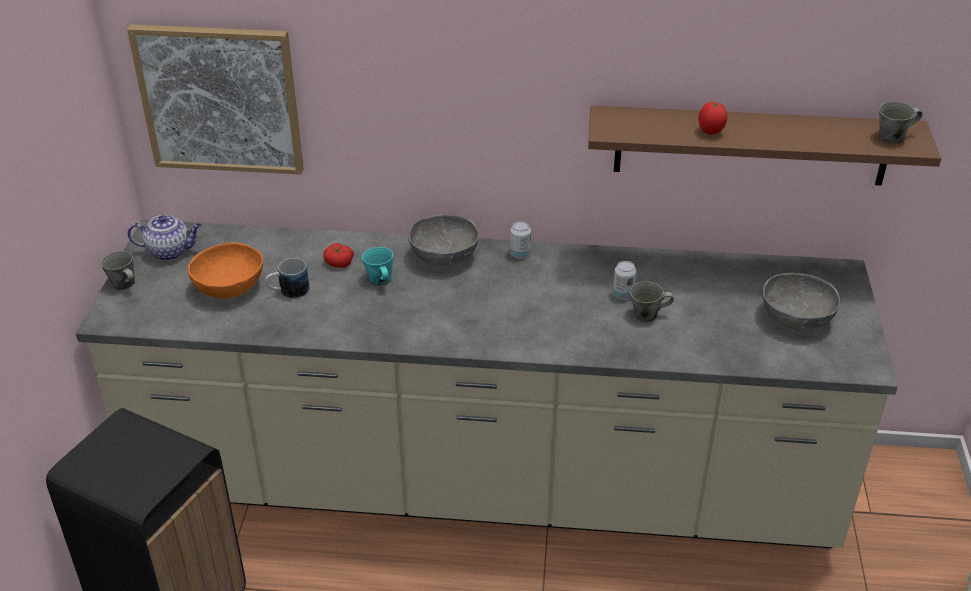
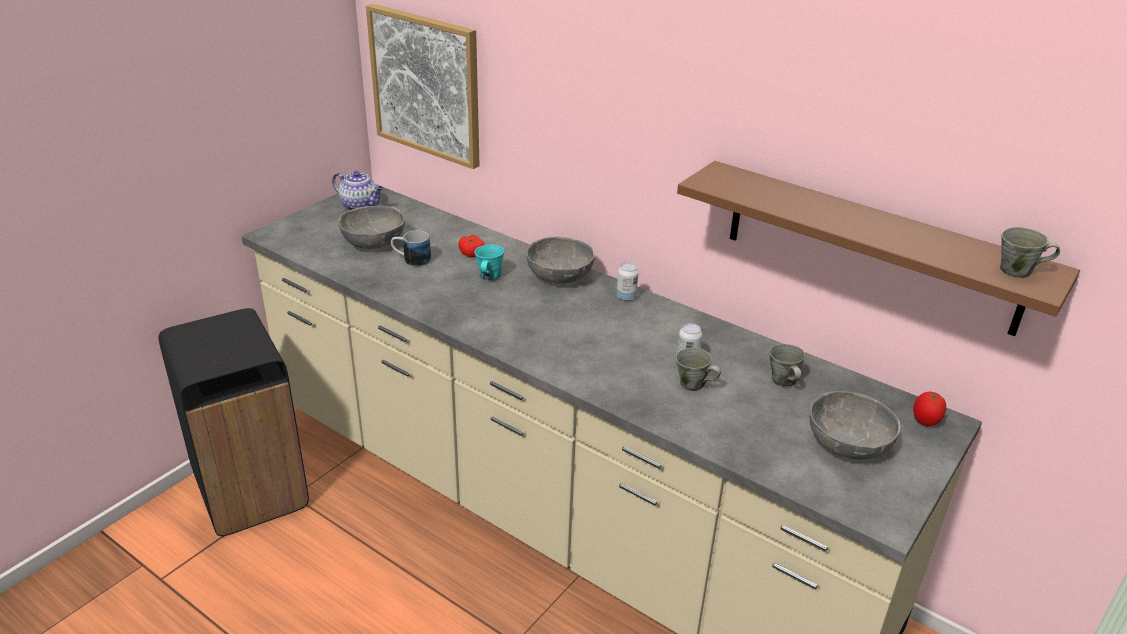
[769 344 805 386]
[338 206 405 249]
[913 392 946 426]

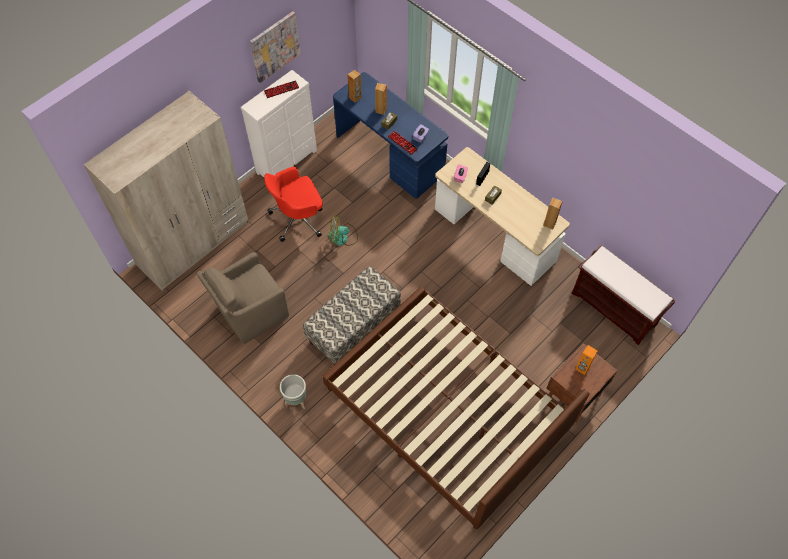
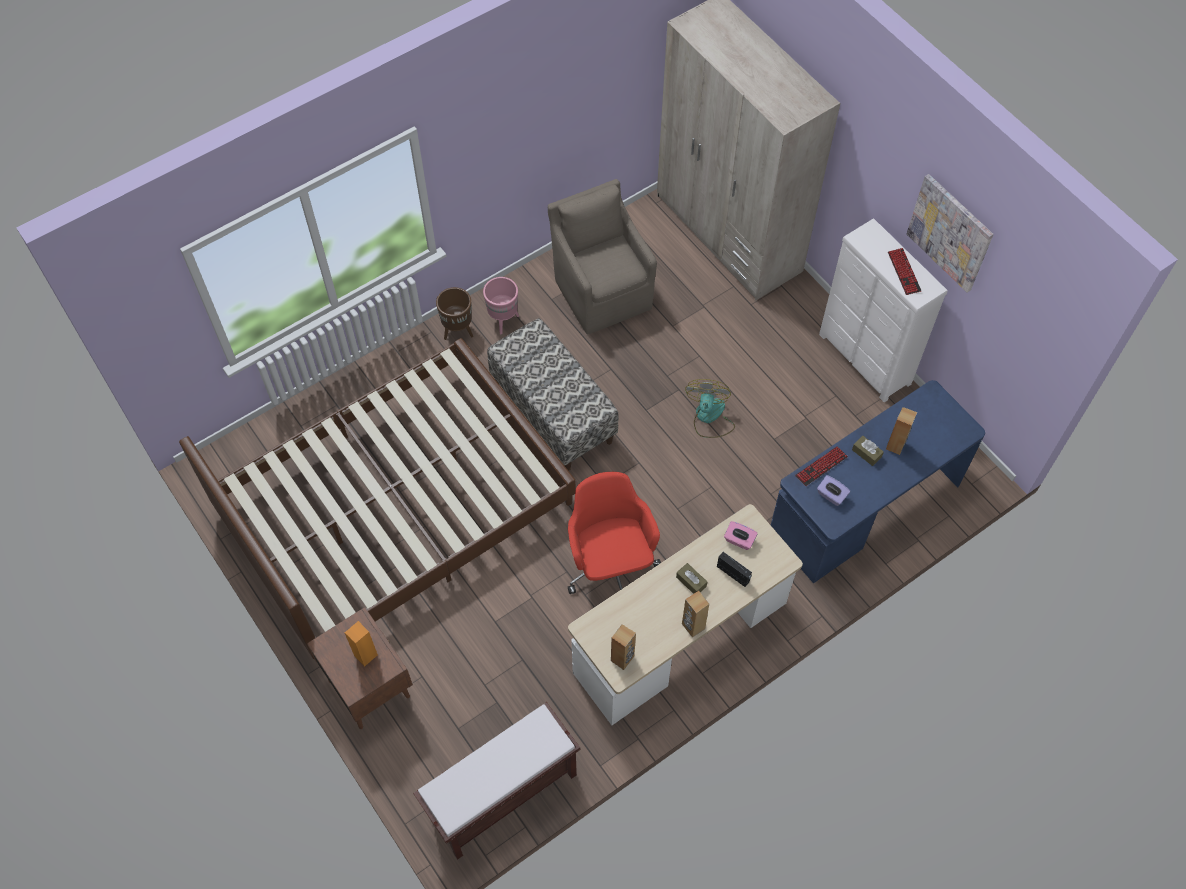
[568 472 661 594]
[436 287 473 340]
[682 591 709 637]
[483 277 519 334]

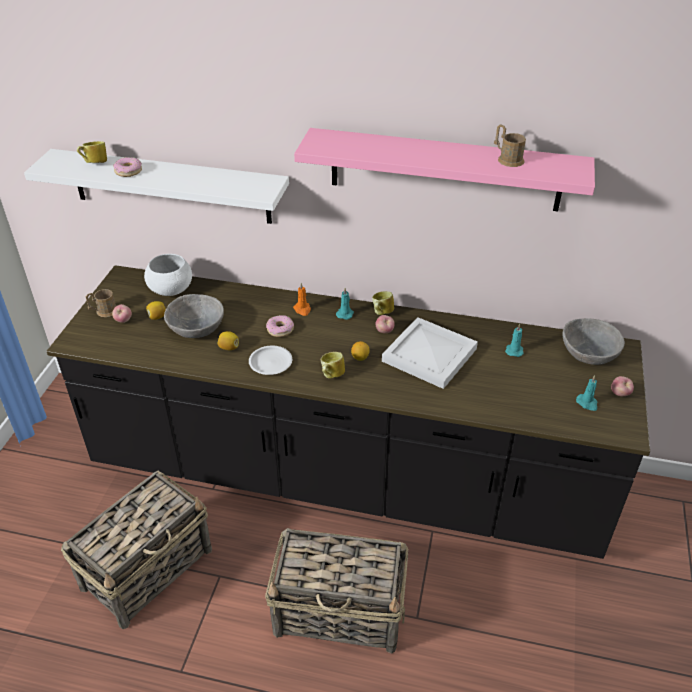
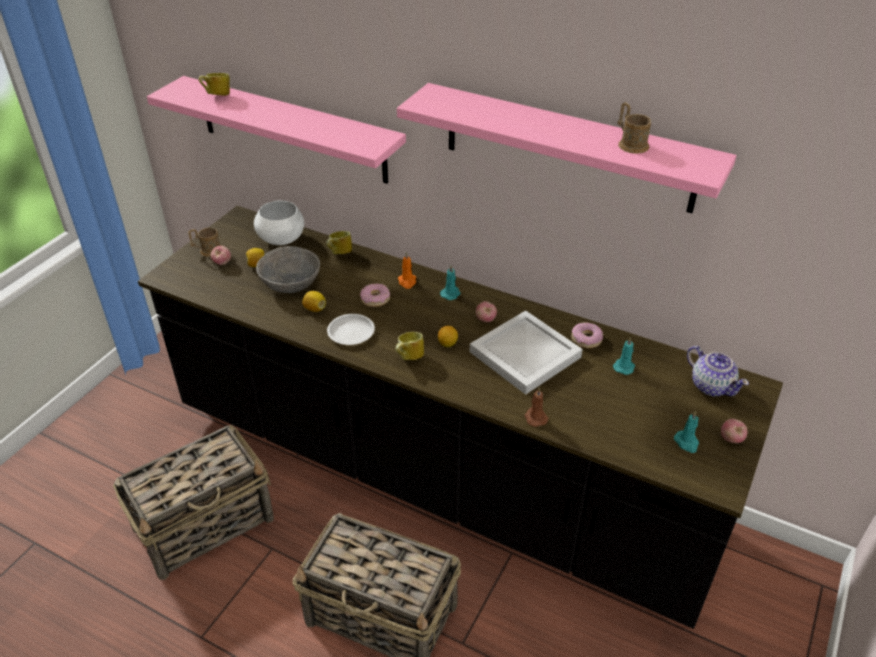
[147 76 406 183]
[571 322 603 348]
[326 231 352 254]
[687 346 749 396]
[525 388 548 427]

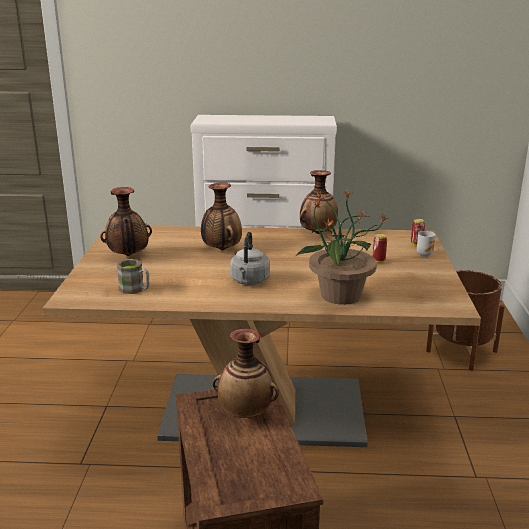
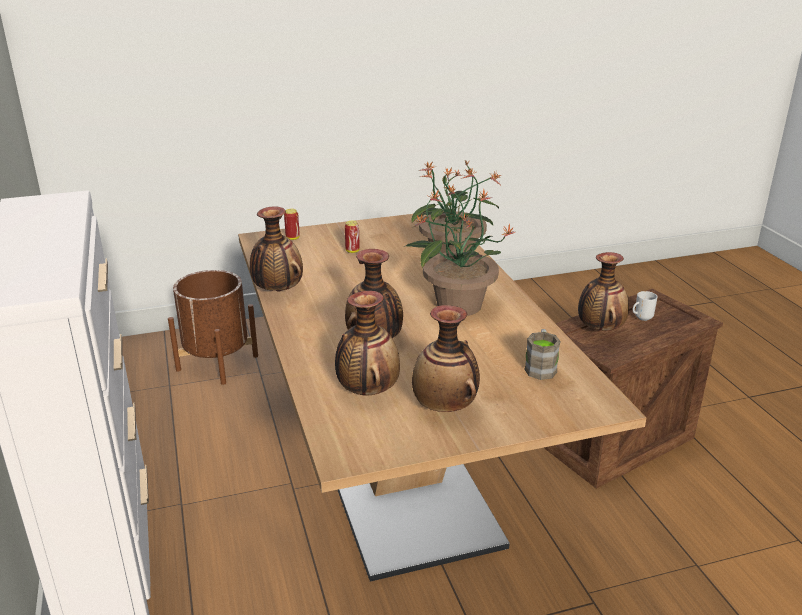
[404 184 515 316]
[633 291 657 321]
[335 291 400 396]

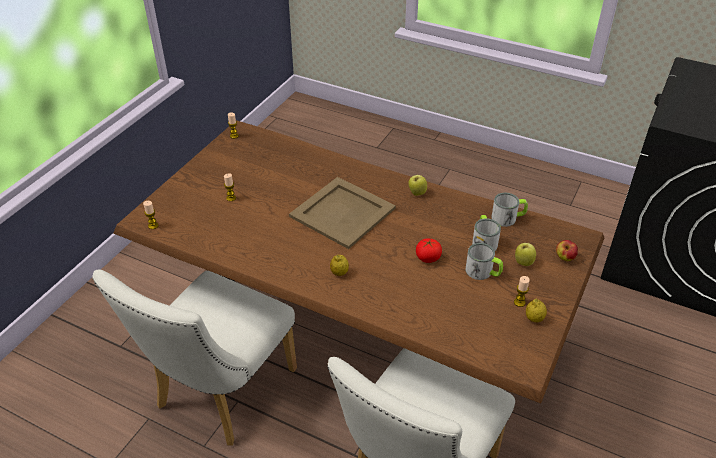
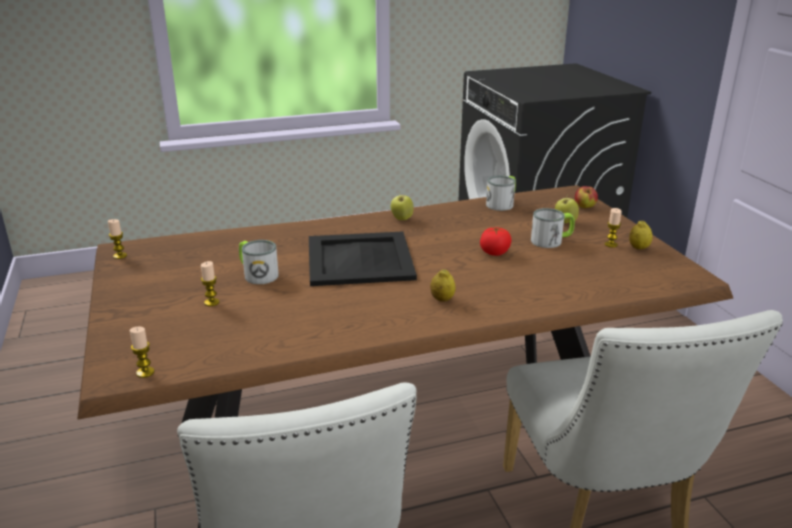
[309 231 417 286]
[239 240 279 284]

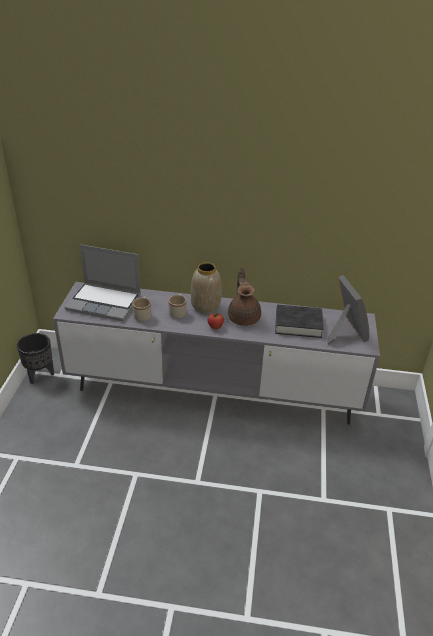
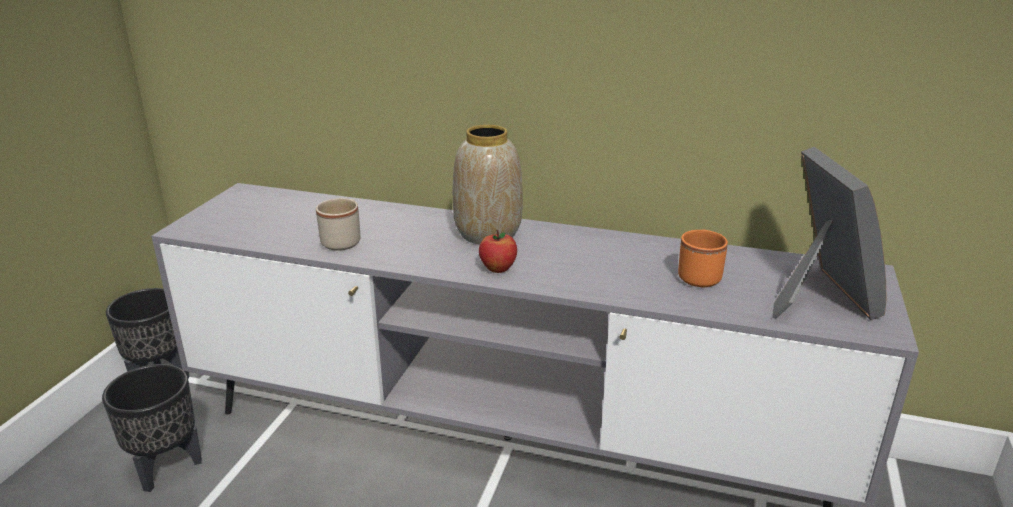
[64 244 141 321] (first image)
[168 294 187 319] (first image)
[228 267 261 326] (first image)
[678 229 728 287]
[102 364 202 492]

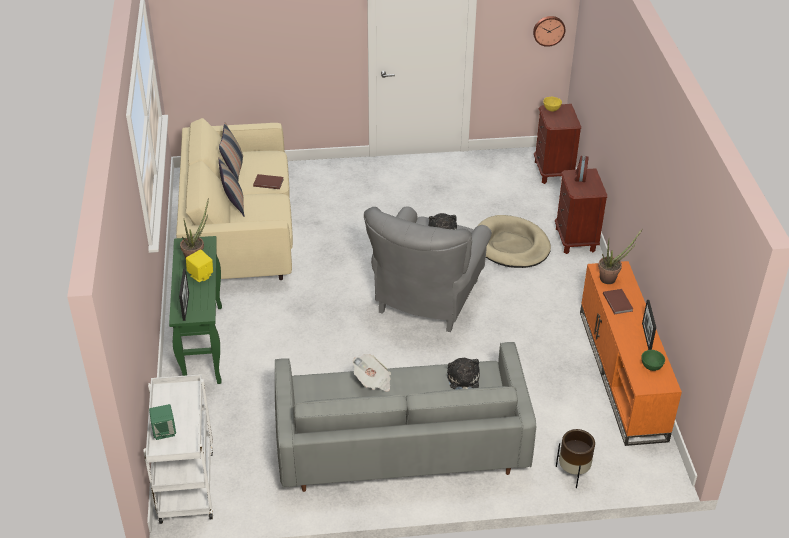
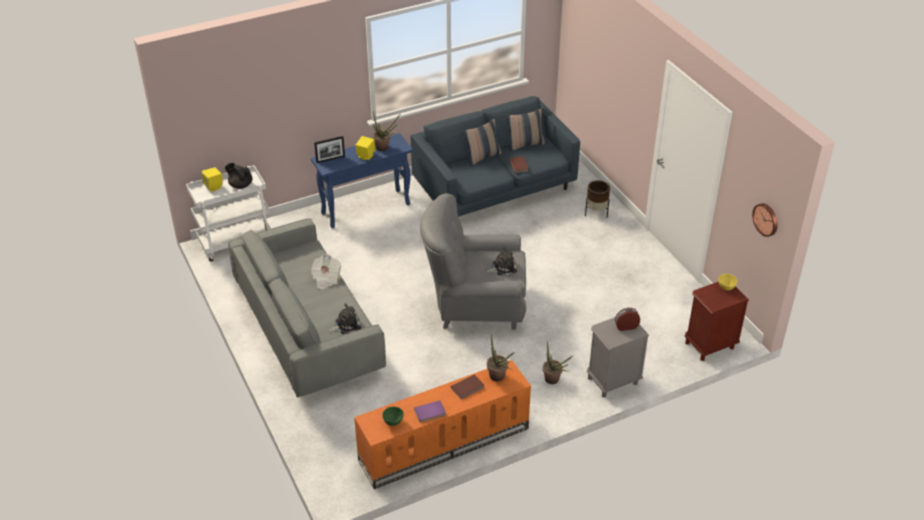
[202 167 223 192]
[311 133 413 228]
[411 96 580 217]
[478 215 551 268] (first image)
[587 317 649 398]
[585 180 610 218]
[414 401 446 423]
[225 163 252 189]
[543 341 573 384]

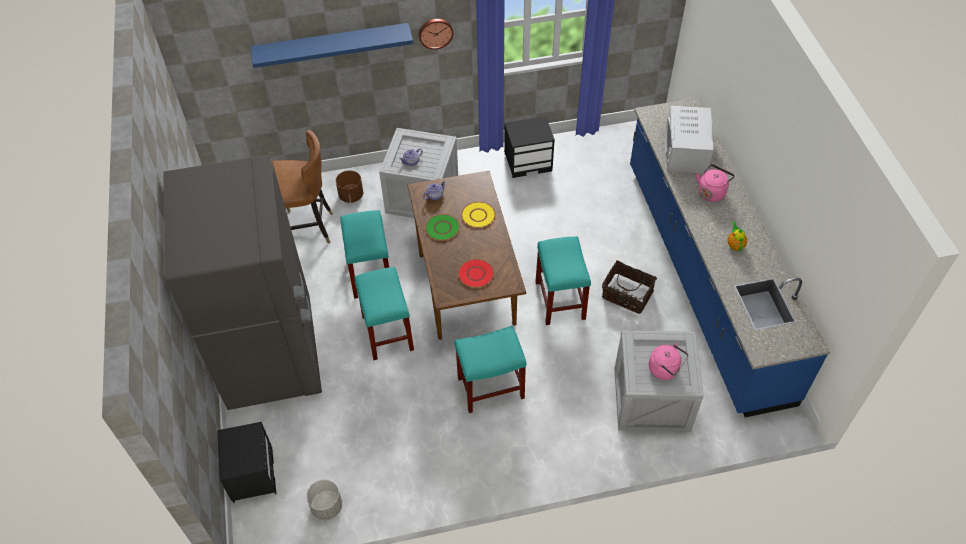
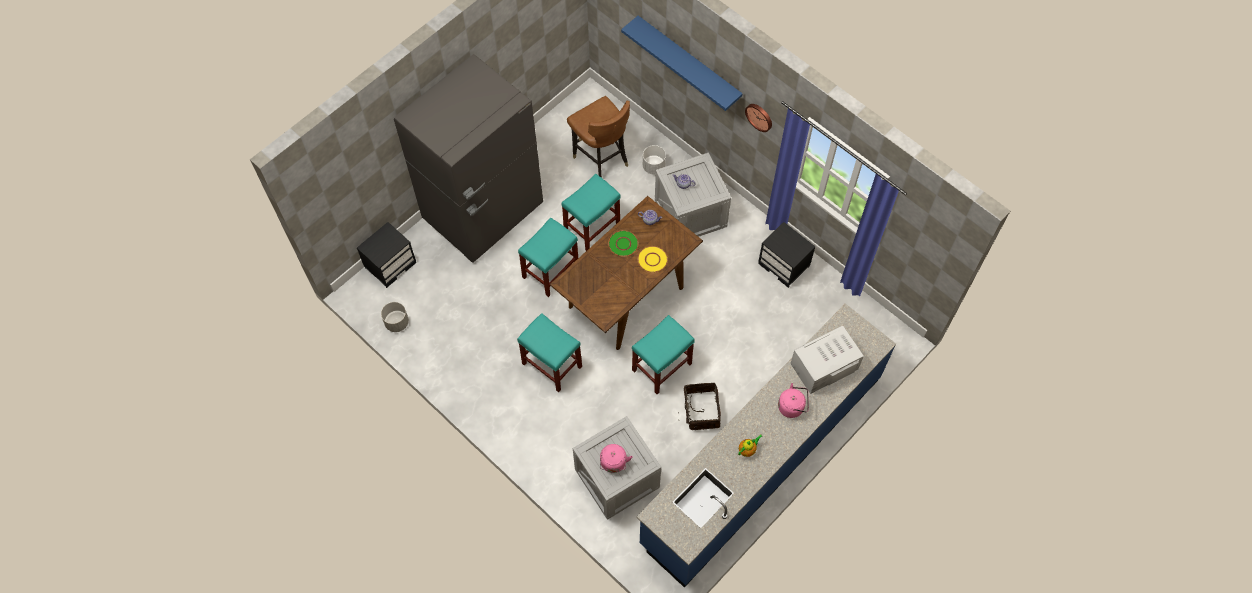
[643 145 666 174]
[458 259 494 288] (first image)

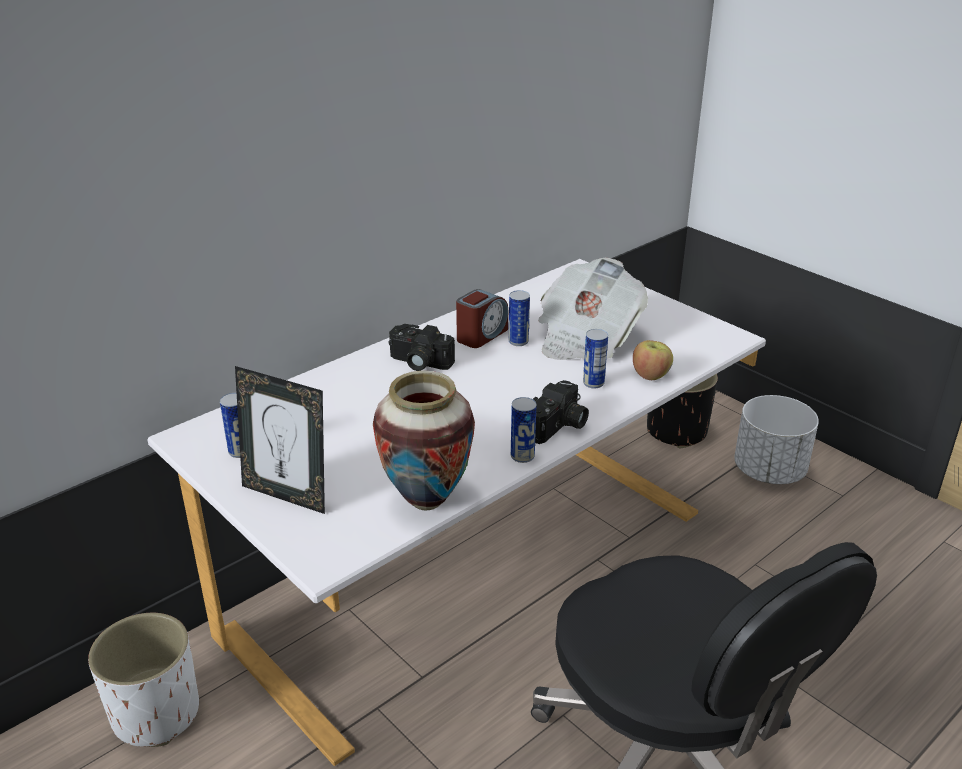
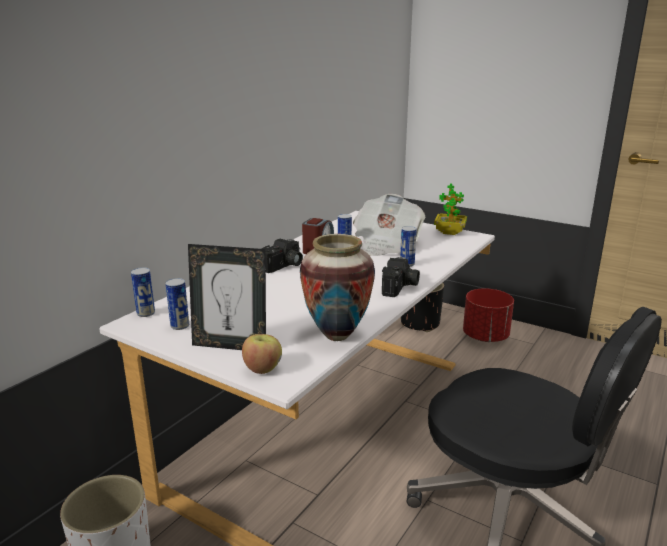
[261 239 303 273]
[131 267 155 317]
[242 334 282 374]
[463 288 514 342]
[434 184 467 235]

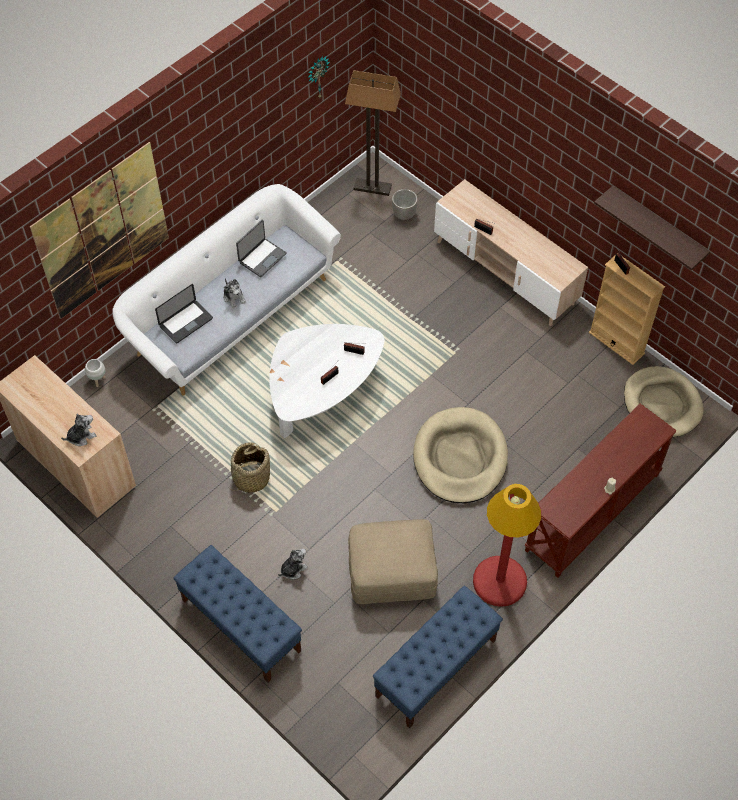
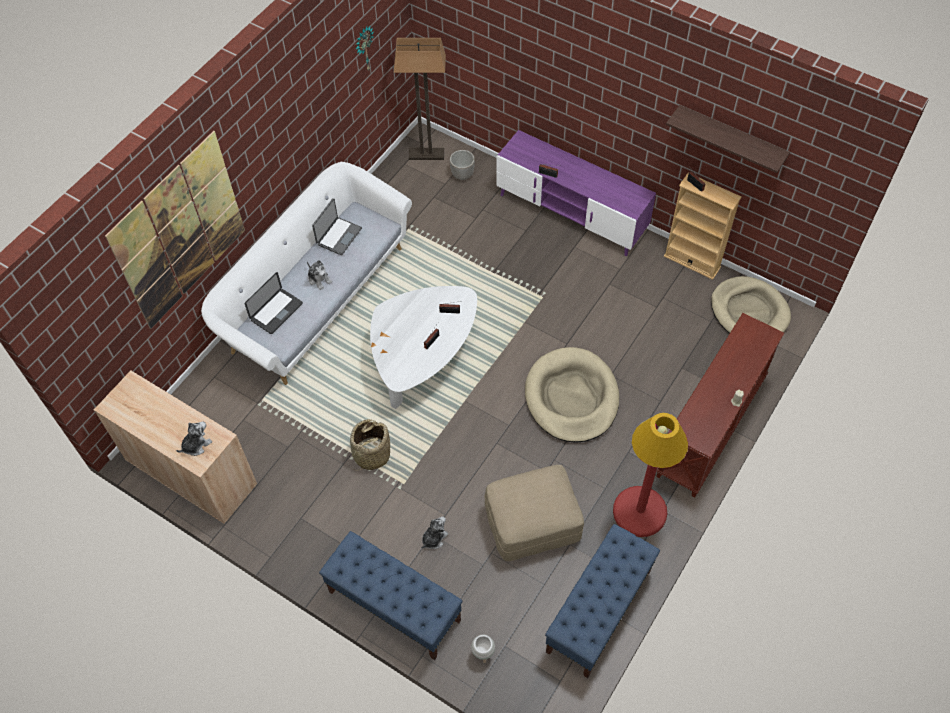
[471 635 495 663]
[496 130 656 256]

